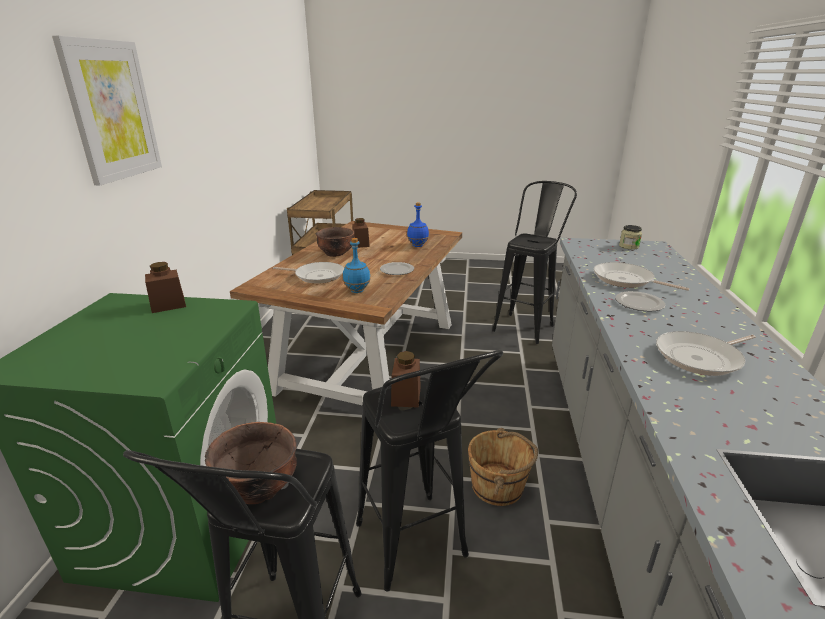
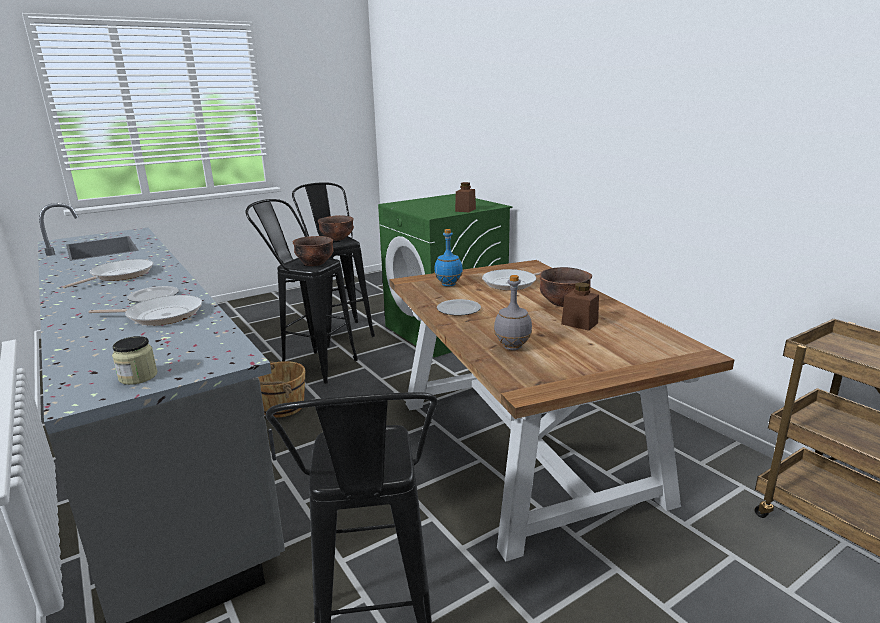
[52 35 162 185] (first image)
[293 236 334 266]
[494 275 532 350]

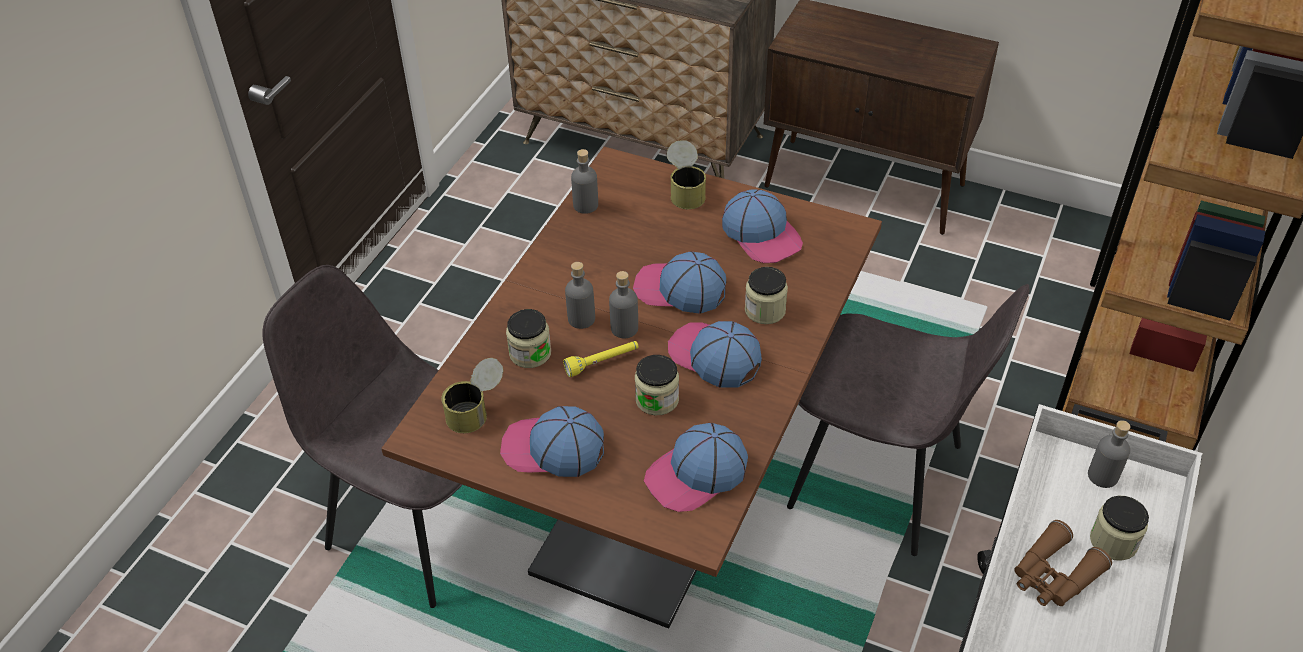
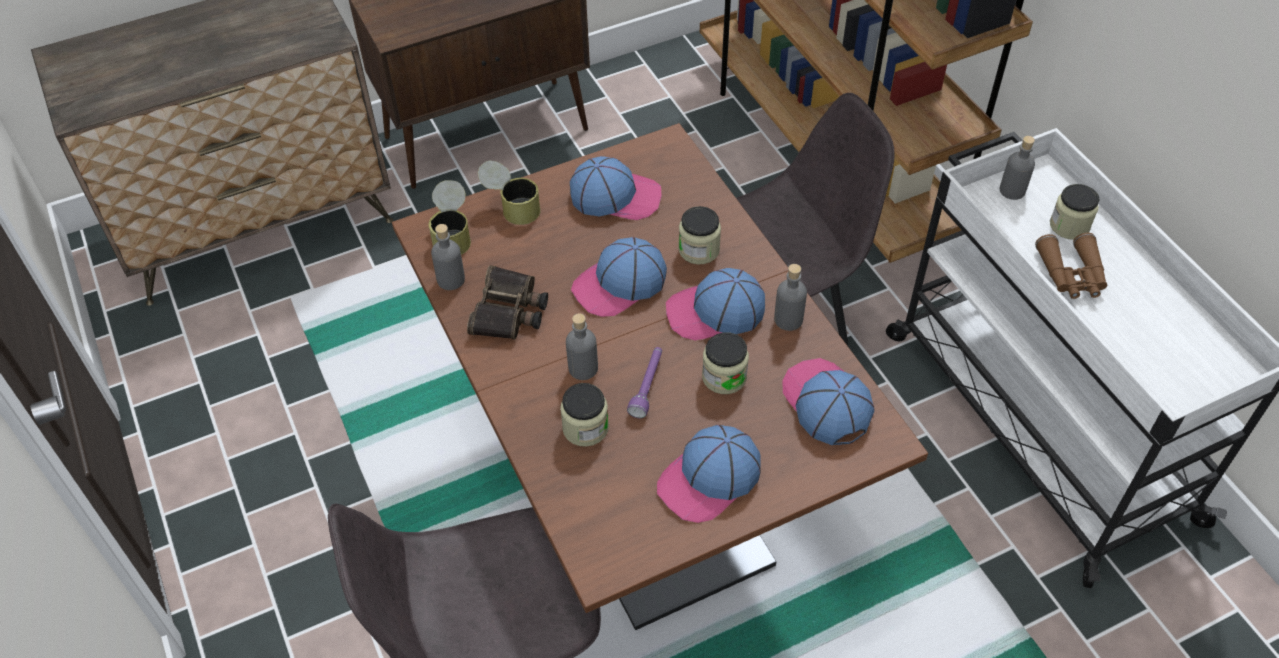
[428 180 471 255]
[627 347 662 418]
[774 264 807 331]
[782 358 875 445]
[467 265 548 340]

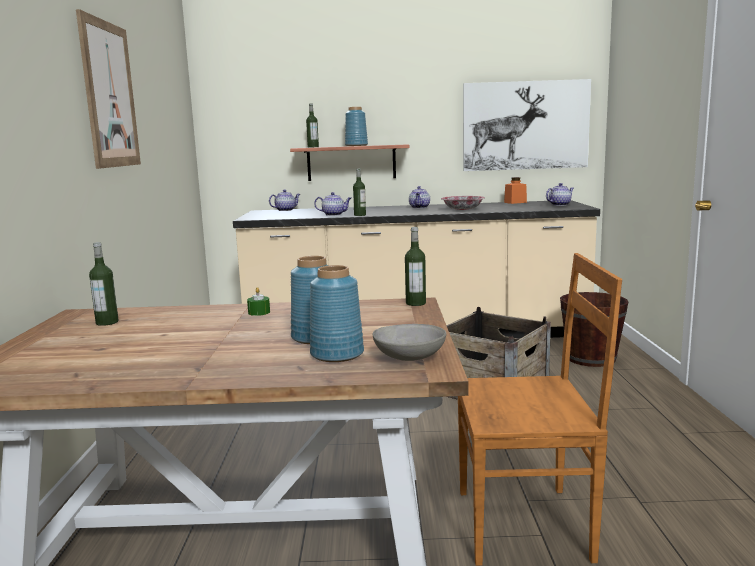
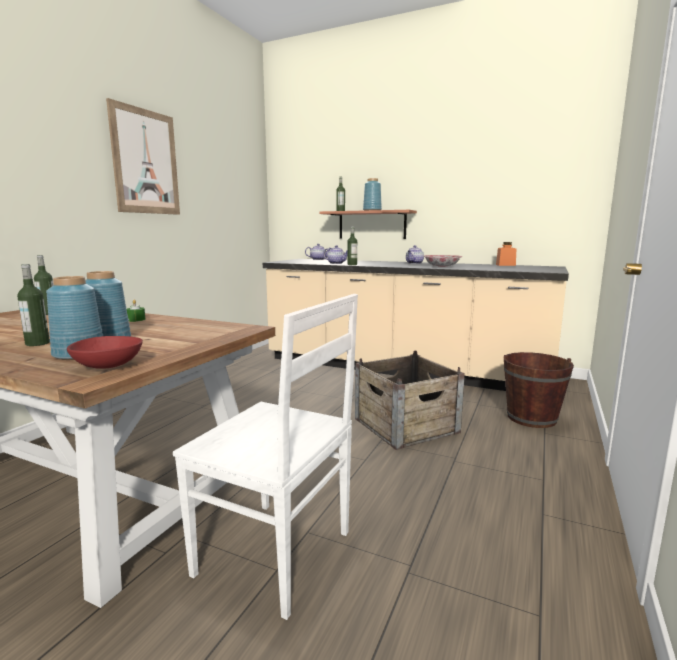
[67 336 143 369]
[17 264 50 346]
[173 294 358 620]
[463 79 591 171] (first image)
[546 183 574 206] (first image)

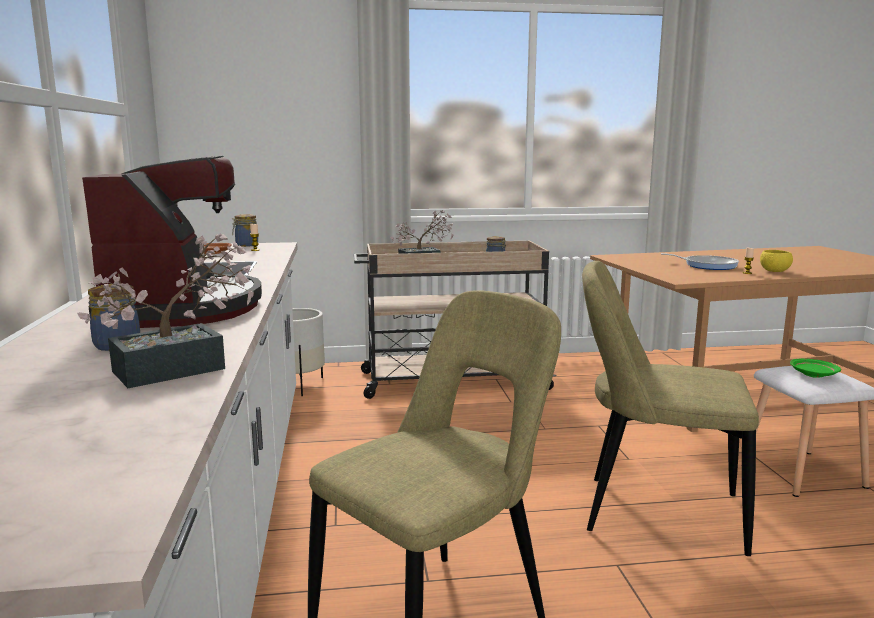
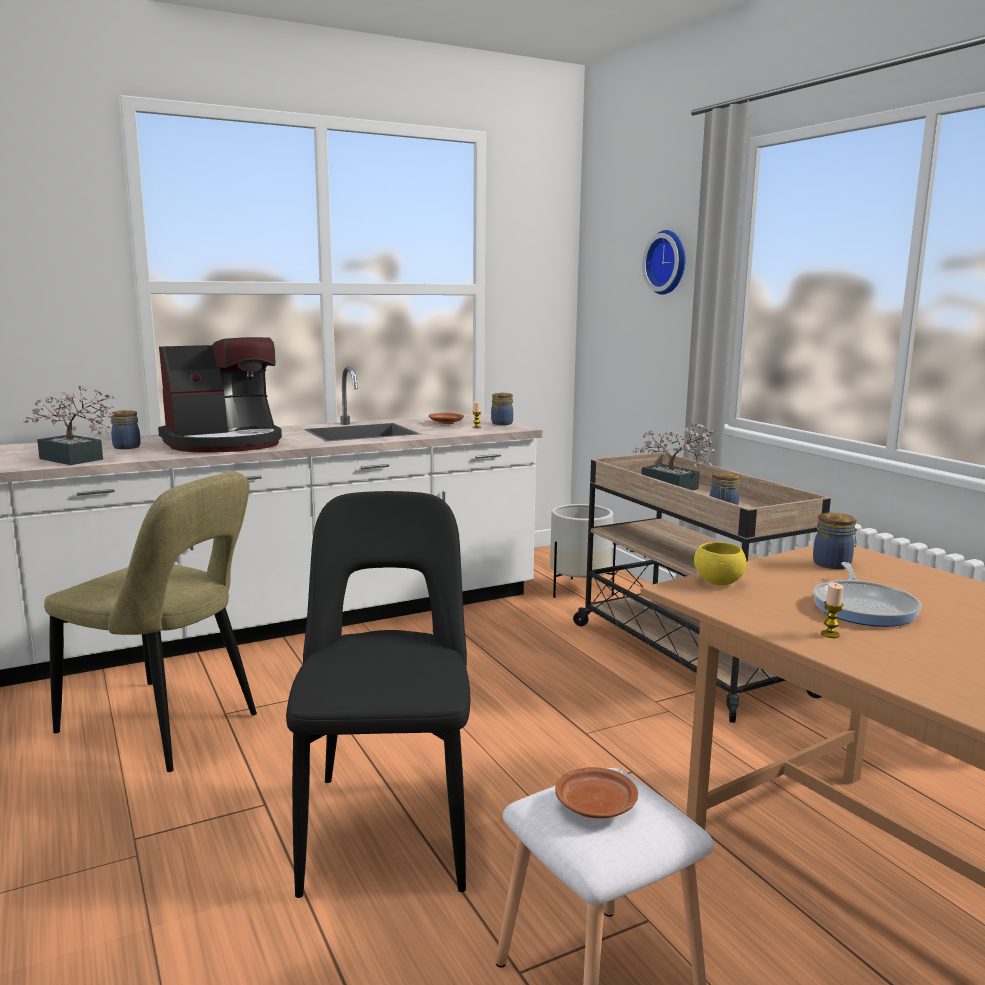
[286 491 470 898]
[694 542 746 585]
[555 767 638 818]
[642 230 686 295]
[813 513 858 569]

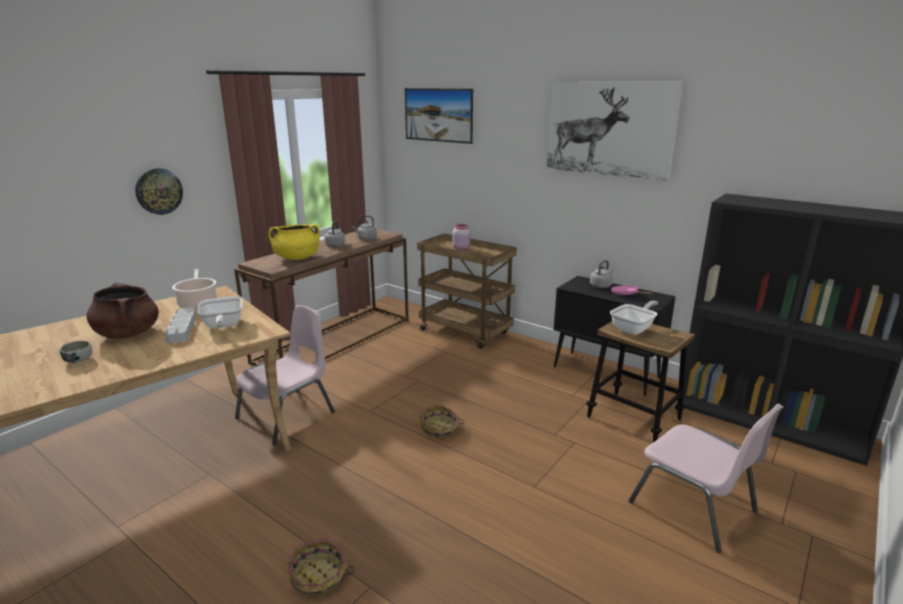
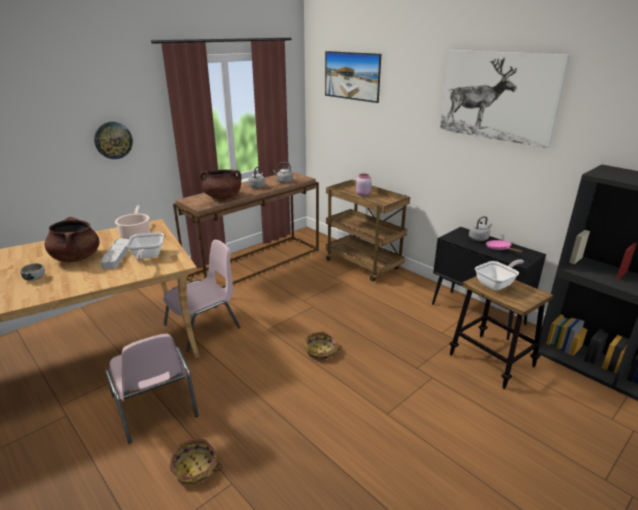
[200 169 241 199]
[105 334 199 444]

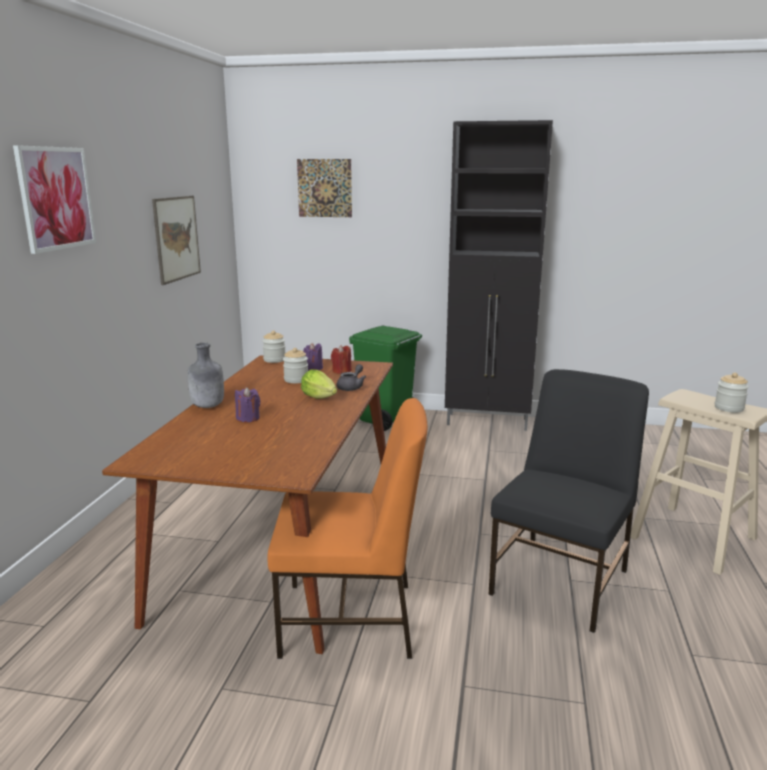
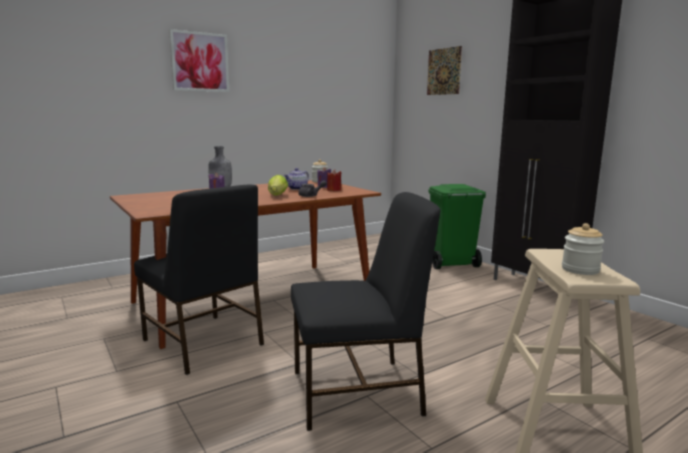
[152 196 201 285] (first image)
[134 185 264 375]
[284 168 309 190]

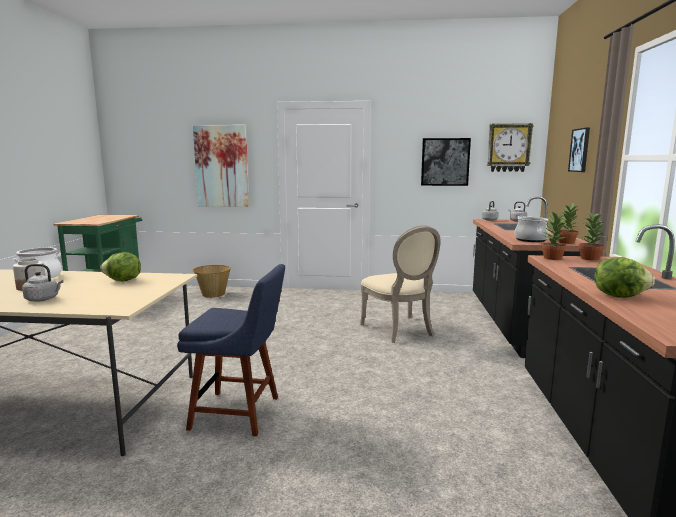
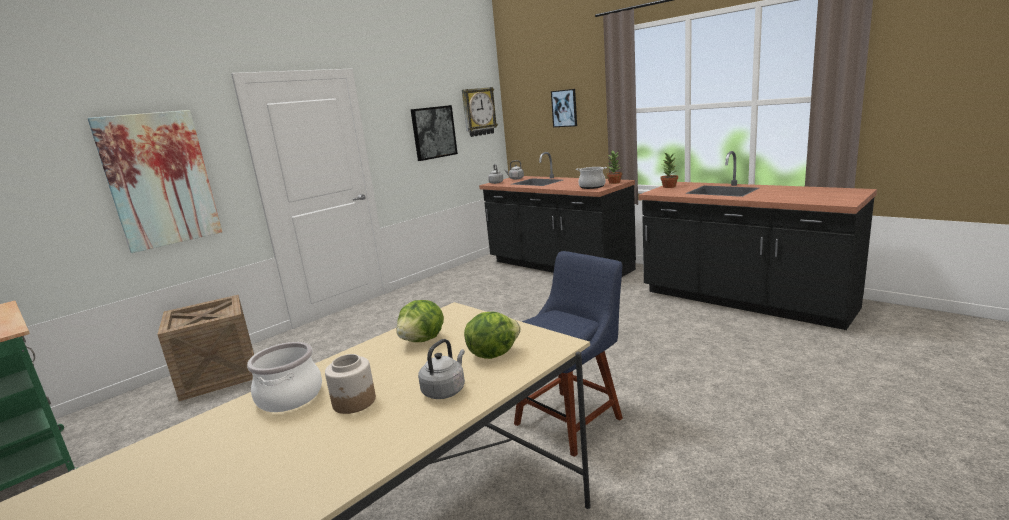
[157 295 254 401]
[360 225 441 343] (first image)
[541 212 567 260] (first image)
[464 312 521 359]

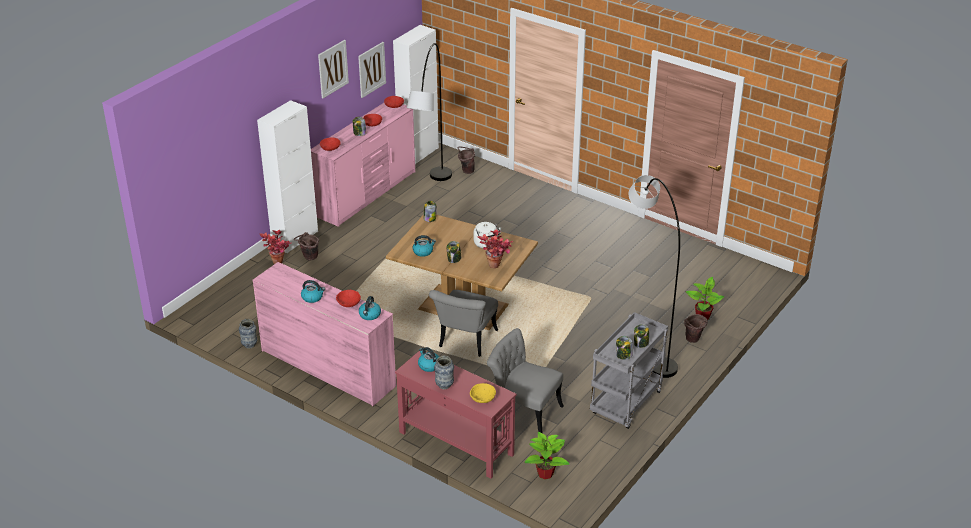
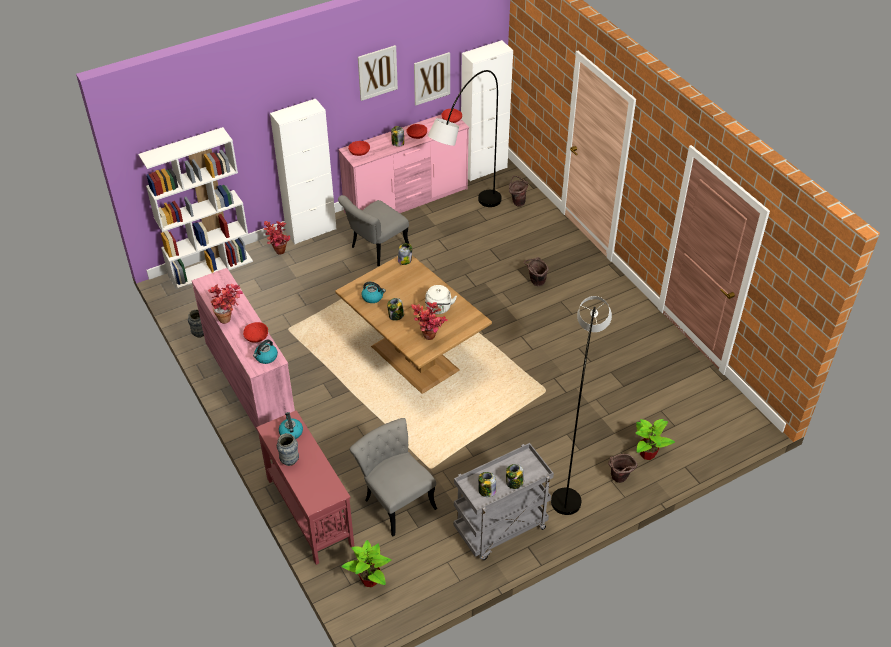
[524 257 549 286]
[208 284 243 324]
[338 195 409 266]
[470 383 496 403] (first image)
[138 127 253 290]

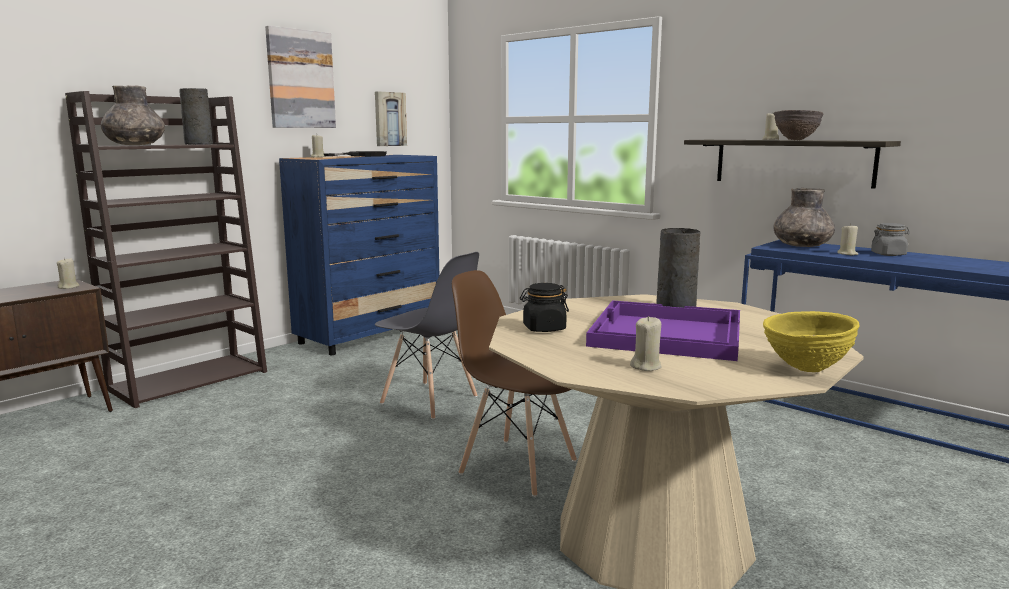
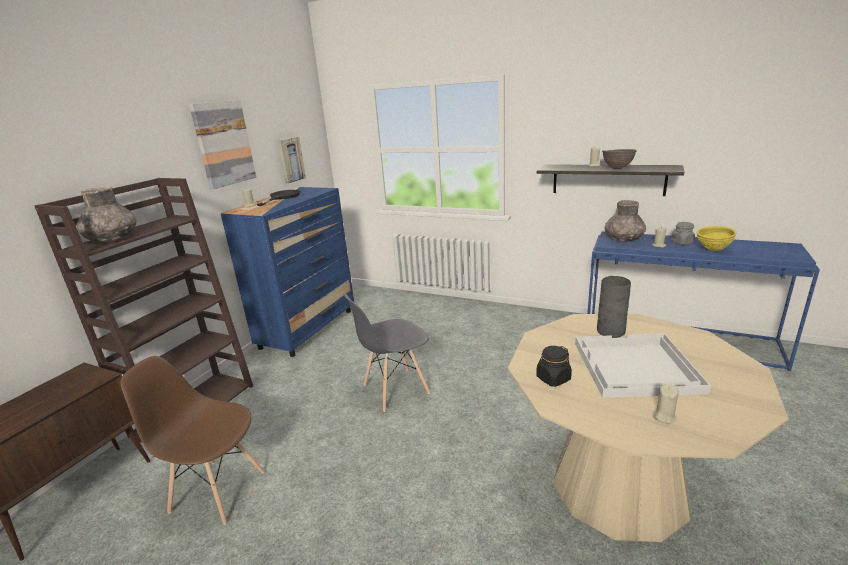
[57 258 80 289] (first image)
[180 88 213 145] (first image)
[343 293 430 412]
[120 356 265 525]
[575 333 711 398]
[696 226 736 251]

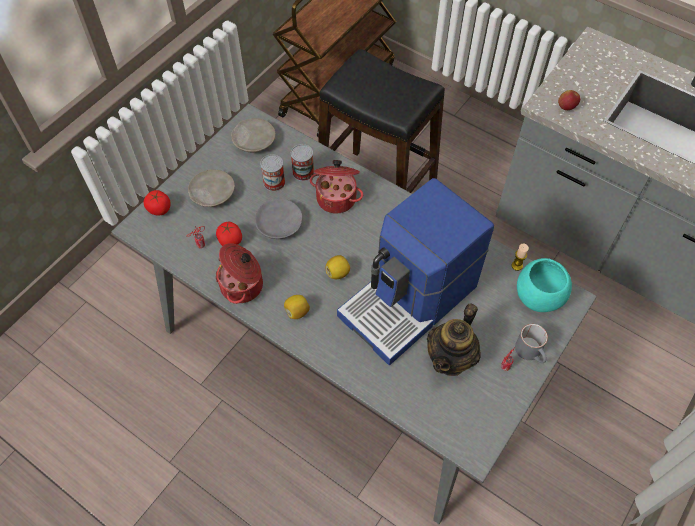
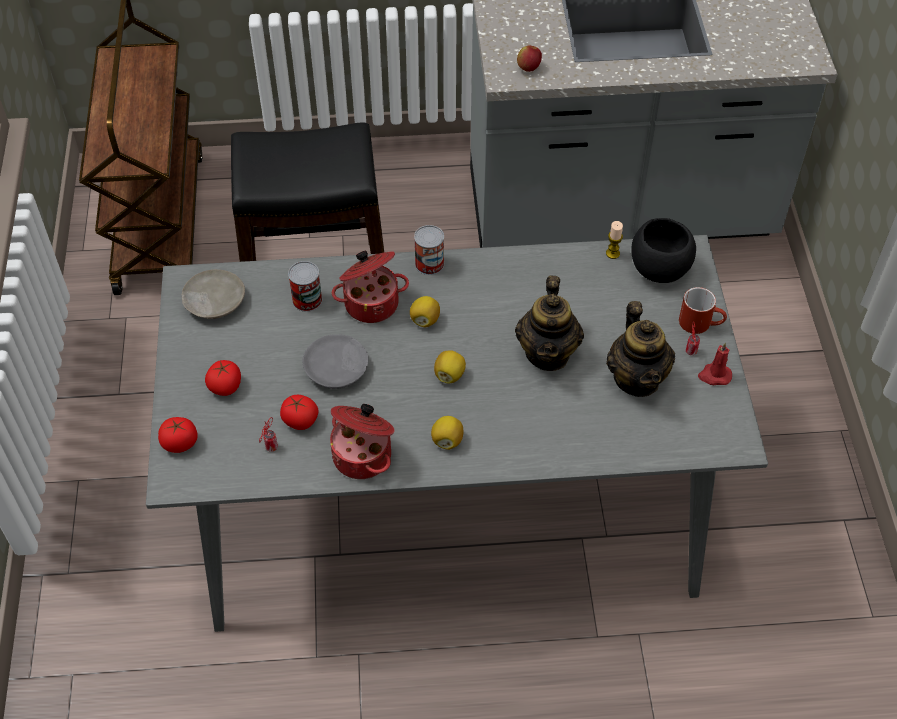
[205 360 241 396]
[414 225 444 275]
[515 275 584 371]
[679 287 727 334]
[631 218 696 283]
[410 296 440 328]
[698 342 732 385]

